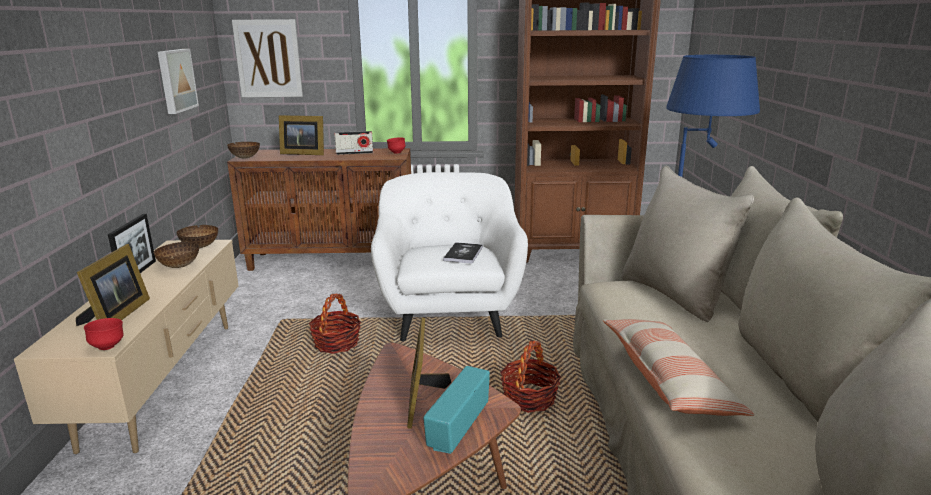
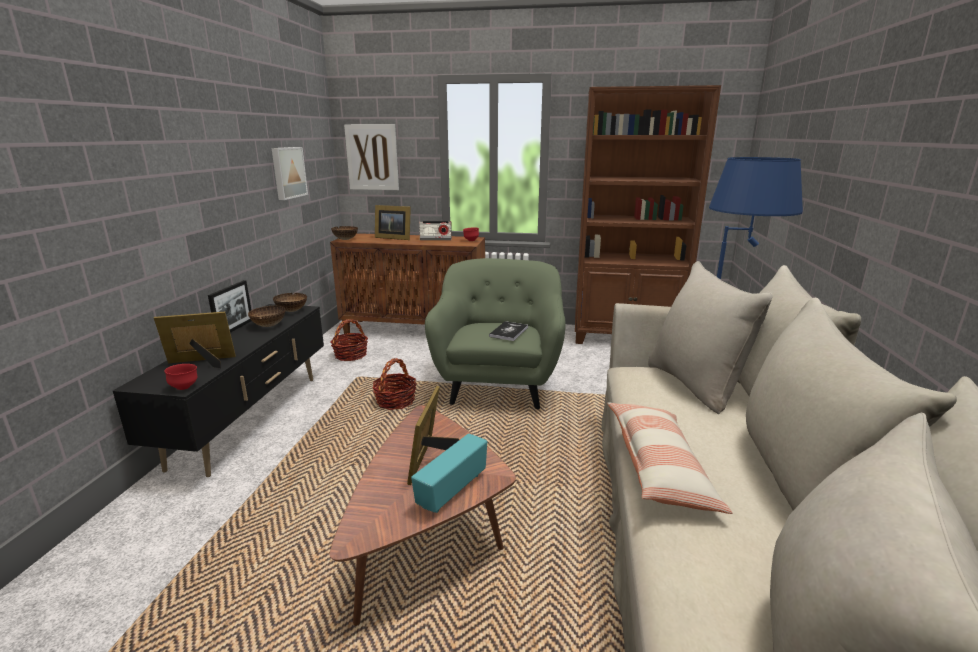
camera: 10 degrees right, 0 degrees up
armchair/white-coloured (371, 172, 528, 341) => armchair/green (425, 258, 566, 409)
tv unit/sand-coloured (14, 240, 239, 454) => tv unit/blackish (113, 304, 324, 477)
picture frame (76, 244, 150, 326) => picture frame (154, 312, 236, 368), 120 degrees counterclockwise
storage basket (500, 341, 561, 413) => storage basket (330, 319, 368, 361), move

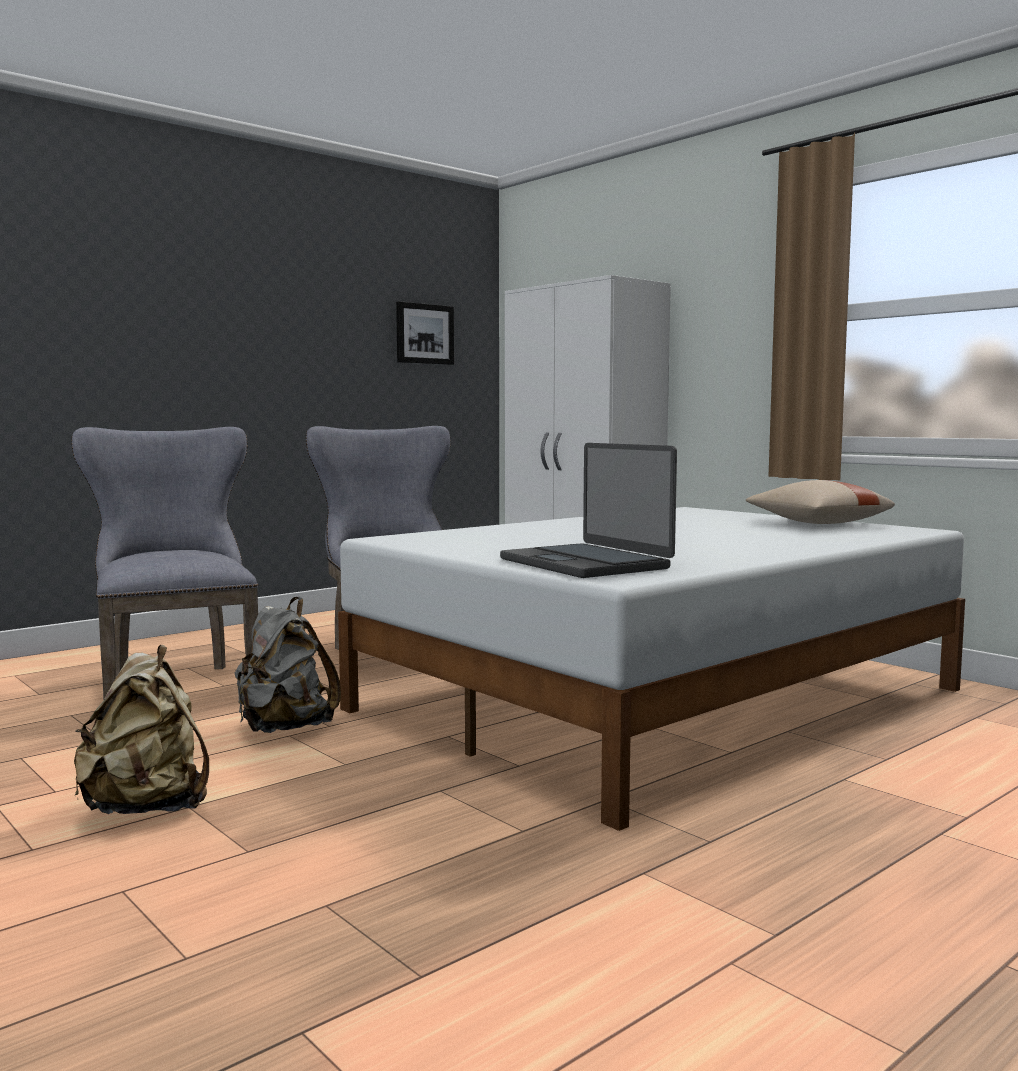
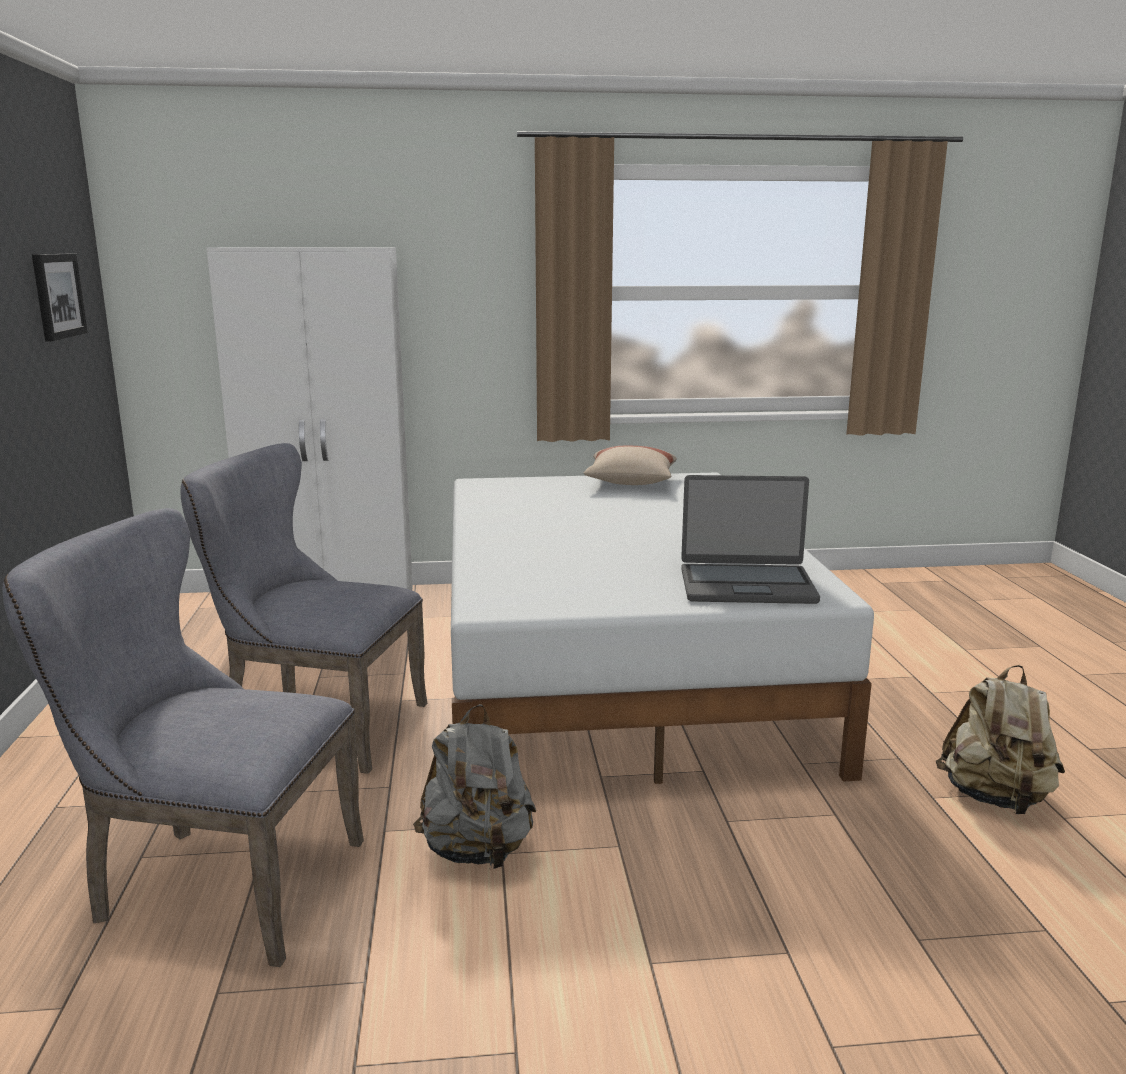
camera: 55 degrees left, 10 degrees up
knapsack/sand-coloured (74, 645, 209, 814) => knapsack/sand-coloured (936, 665, 1065, 814), move

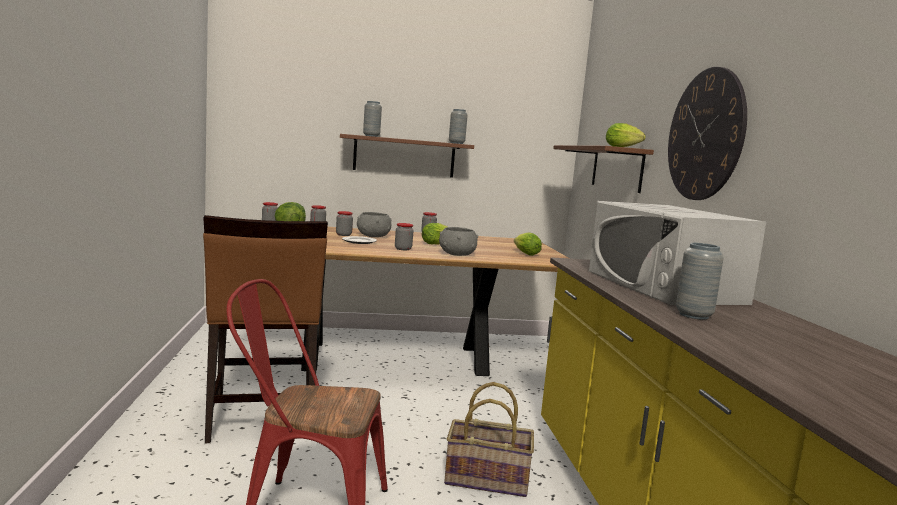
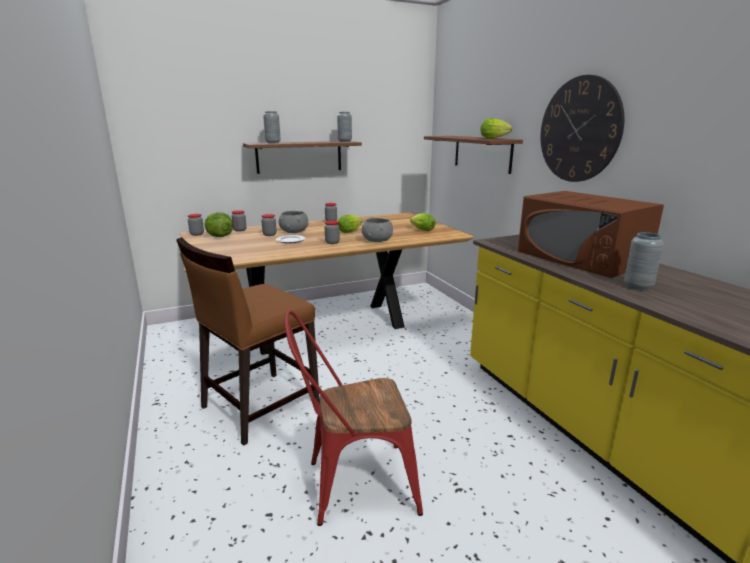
camera: 15 degrees left, 10 degrees up
microwave/white-coloured (589, 201, 766, 305) => microwave/brown-coloured (518, 191, 664, 278)
chair/brown-coloured (203, 215, 328, 443) => chair/brown-coloured (176, 237, 320, 446), 75 degrees clockwise
storage basket (444, 382, 534, 497) => nothing

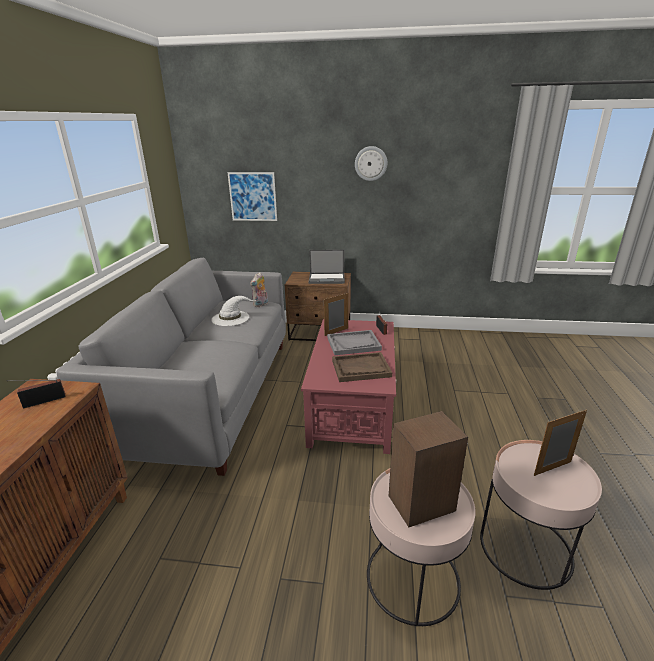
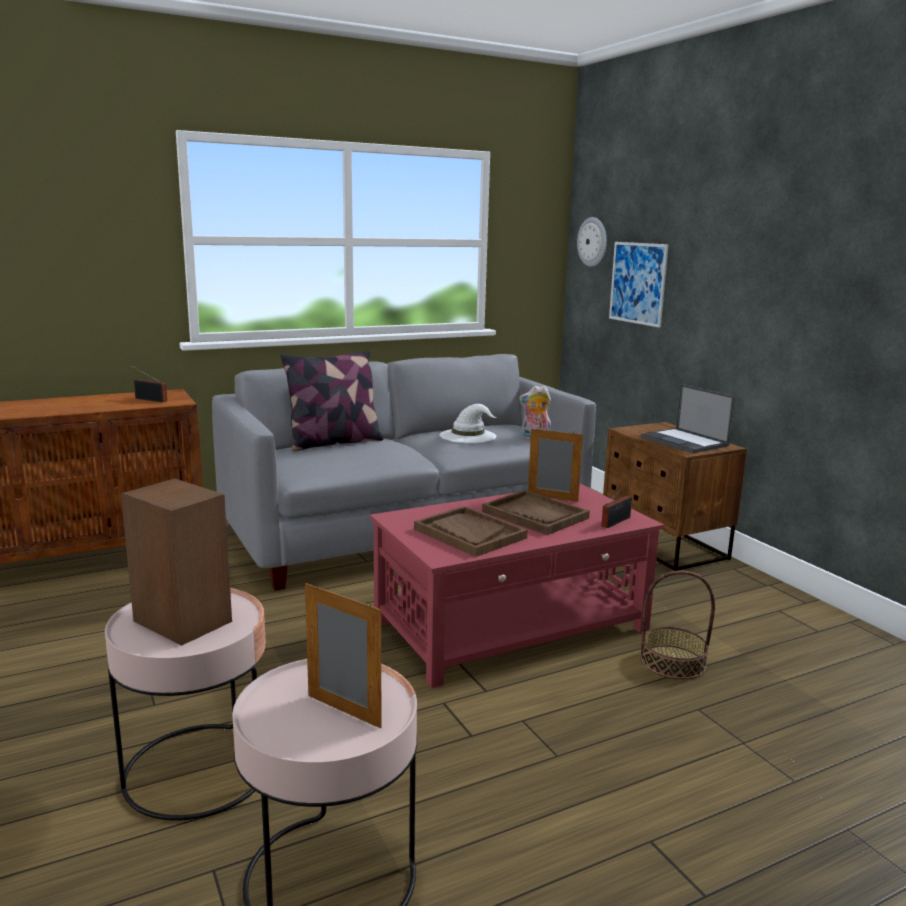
camera: 55 degrees right, 10 degrees down
clock on the wall (355, 146, 387, 181) => clock on the wall (577, 217, 607, 267), move
serving tray/gray (327, 330, 382, 355) => serving tray/brown-coloured (482, 490, 590, 535)
nothing => cushion (280, 350, 384, 451)
nothing => storage basket (640, 571, 715, 680)

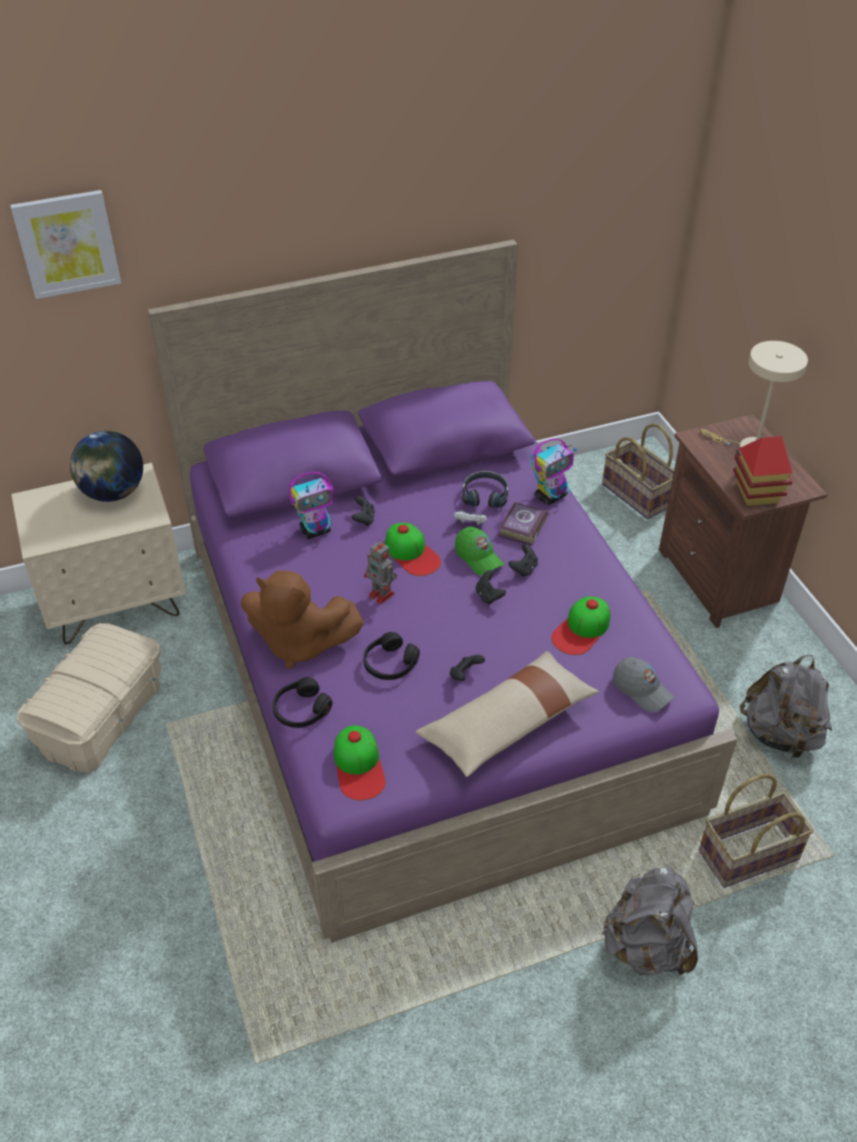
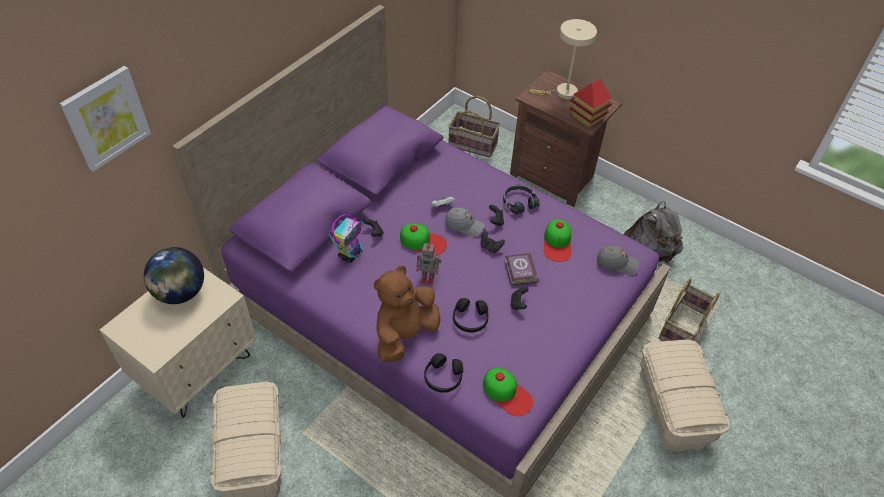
camera: 35 degrees left, 5 degrees up
toy robot (531, 439, 577, 505) => nothing
pair of headphones/blackish (462, 471, 508, 508) => pair of headphones/blackish (503, 185, 540, 214), move
bound book (499, 502, 548, 546) => bound book (504, 253, 538, 286), move
baseball cap/green (455, 527, 504, 575) => baseball cap/gray (445, 207, 485, 237)
cuddly toy/brown-coloured (240, 570, 364, 669) => cuddly toy/brown-coloured (374, 266, 440, 363), 150 degrees clockwise
cushion/sand-coloured (416, 651, 599, 777) => nothing
knapsack/gray (602, 865, 698, 975) => storage box/sand-coloured (640, 339, 730, 452)

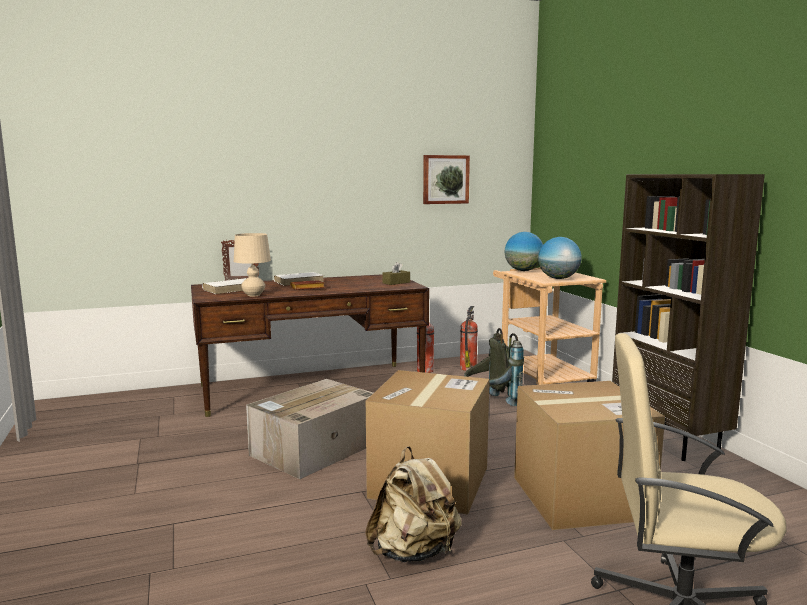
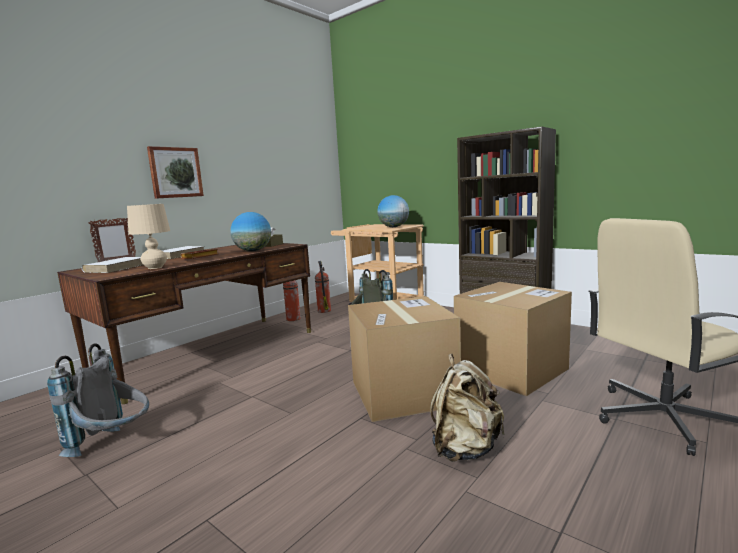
camera: 30 degrees left, 0 degrees up
wall picture (423, 155, 470, 204) => wall picture (147, 146, 204, 199), move
globe (505, 232, 543, 271) => globe (230, 212, 271, 252), move
packing box (246, 379, 373, 479) => nothing
nothing => knapsack/gray (47, 343, 149, 457)

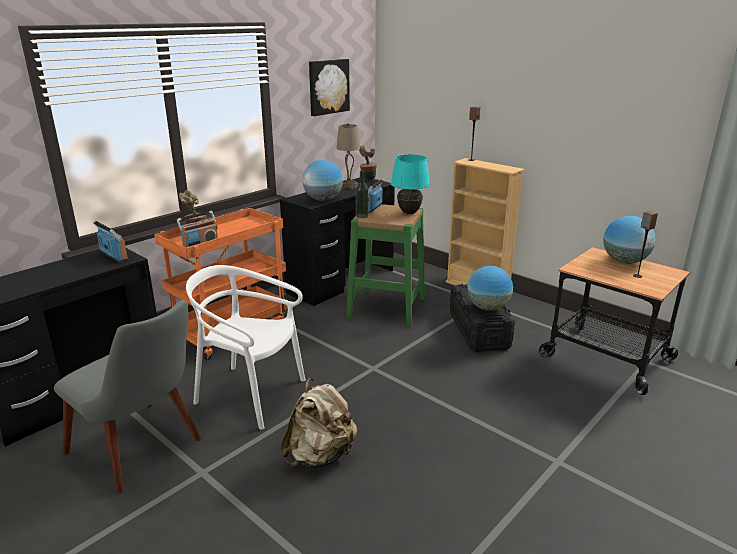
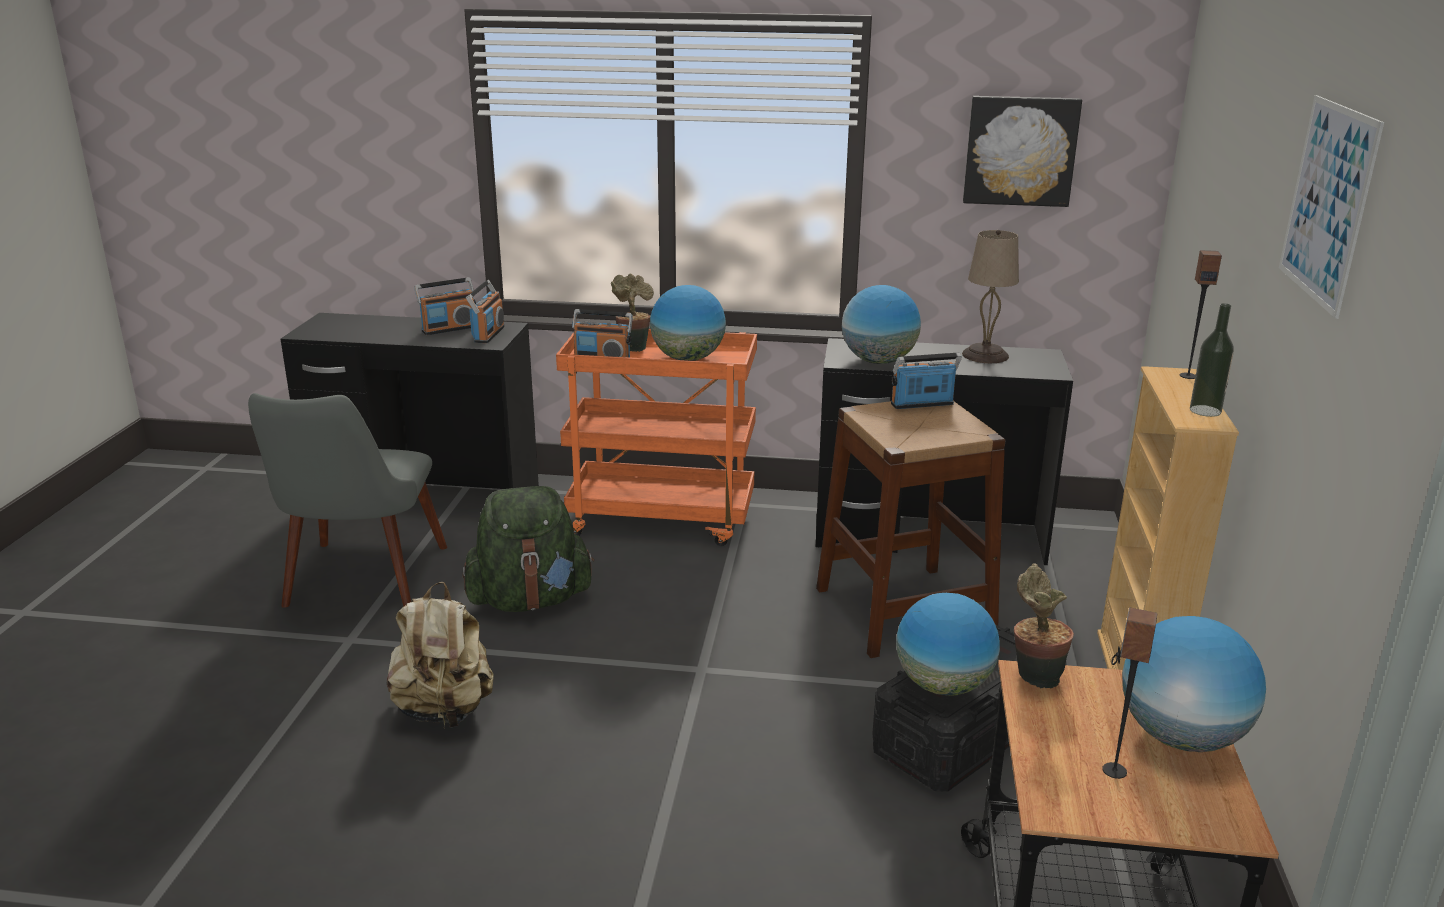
camera: 55 degrees right, 0 degrees up
potted plant (359, 145, 377, 181) => potted plant (1014, 563, 1074, 689), move
table lamp/turquoise-coloured (391, 154, 430, 214) => nothing
bottle (356, 171, 368, 218) => bottle (1190, 303, 1234, 417), move
sitting stool/green (346, 204, 425, 328) => sitting stool/brown-coloured (816, 401, 1005, 658)
chair/white-coloured (186, 265, 306, 429) => knapsack/green (463, 486, 594, 612)
nothing => wall picture (1279, 95, 1384, 319)
nothing => radio set (414, 277, 476, 335)
nothing => globe (650, 285, 726, 361)

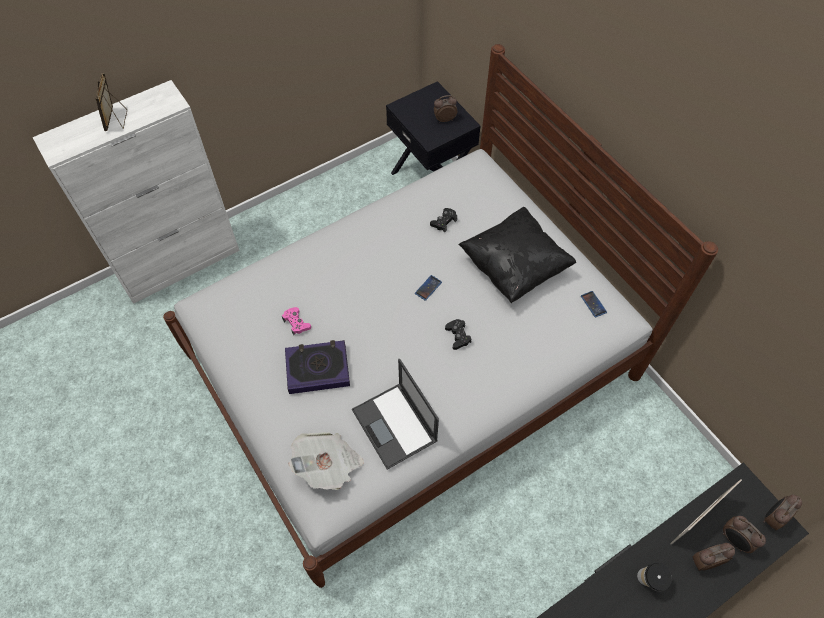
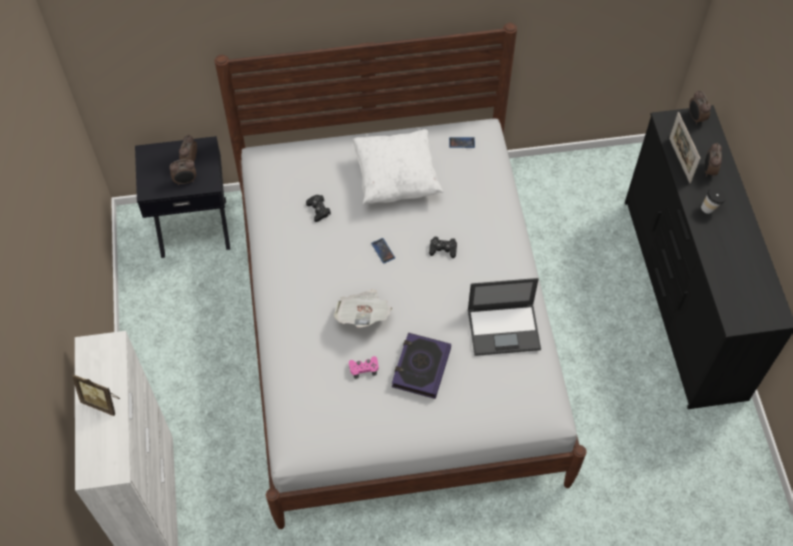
camera: 65 degrees left, 0 degrees up
cushion/blackish (458, 207, 576, 303) => cushion/white-coloured (352, 129, 443, 204)
printed paper (288, 432, 364, 490) => printed paper (334, 289, 392, 328), move
alarm clock (723, 516, 766, 553) => alarm clock (169, 159, 196, 185), move

